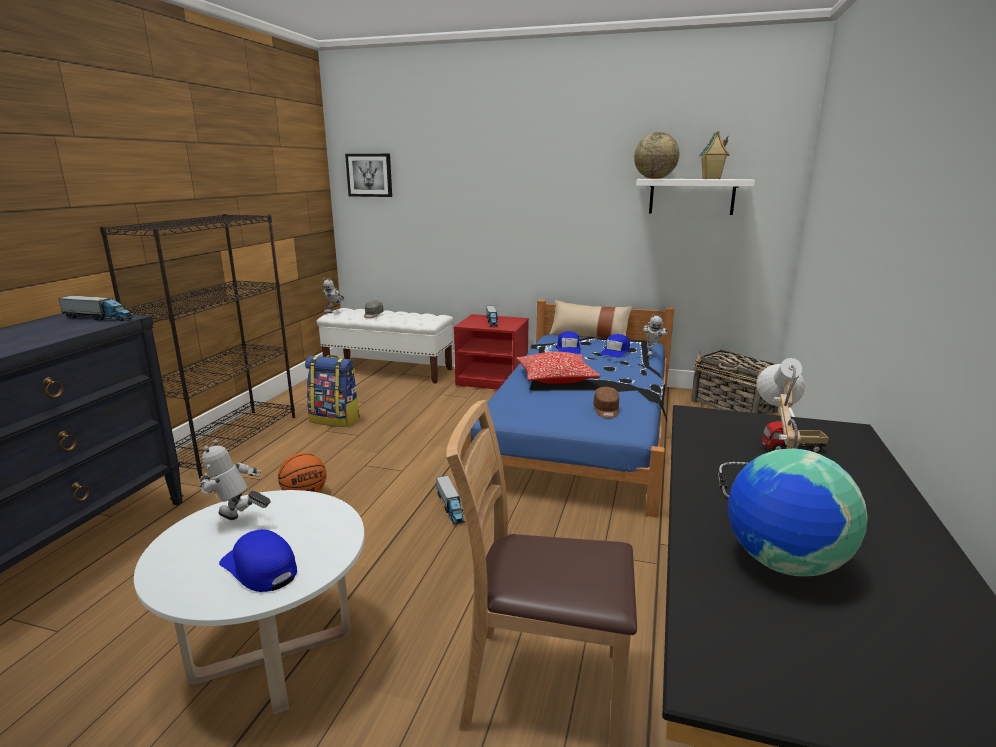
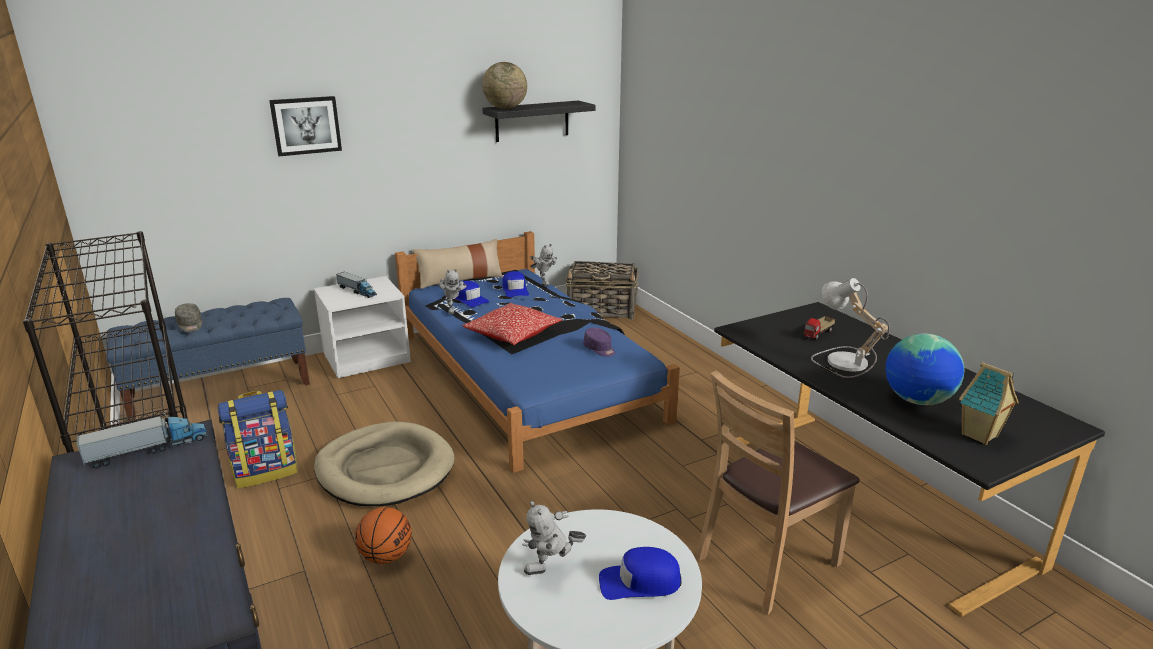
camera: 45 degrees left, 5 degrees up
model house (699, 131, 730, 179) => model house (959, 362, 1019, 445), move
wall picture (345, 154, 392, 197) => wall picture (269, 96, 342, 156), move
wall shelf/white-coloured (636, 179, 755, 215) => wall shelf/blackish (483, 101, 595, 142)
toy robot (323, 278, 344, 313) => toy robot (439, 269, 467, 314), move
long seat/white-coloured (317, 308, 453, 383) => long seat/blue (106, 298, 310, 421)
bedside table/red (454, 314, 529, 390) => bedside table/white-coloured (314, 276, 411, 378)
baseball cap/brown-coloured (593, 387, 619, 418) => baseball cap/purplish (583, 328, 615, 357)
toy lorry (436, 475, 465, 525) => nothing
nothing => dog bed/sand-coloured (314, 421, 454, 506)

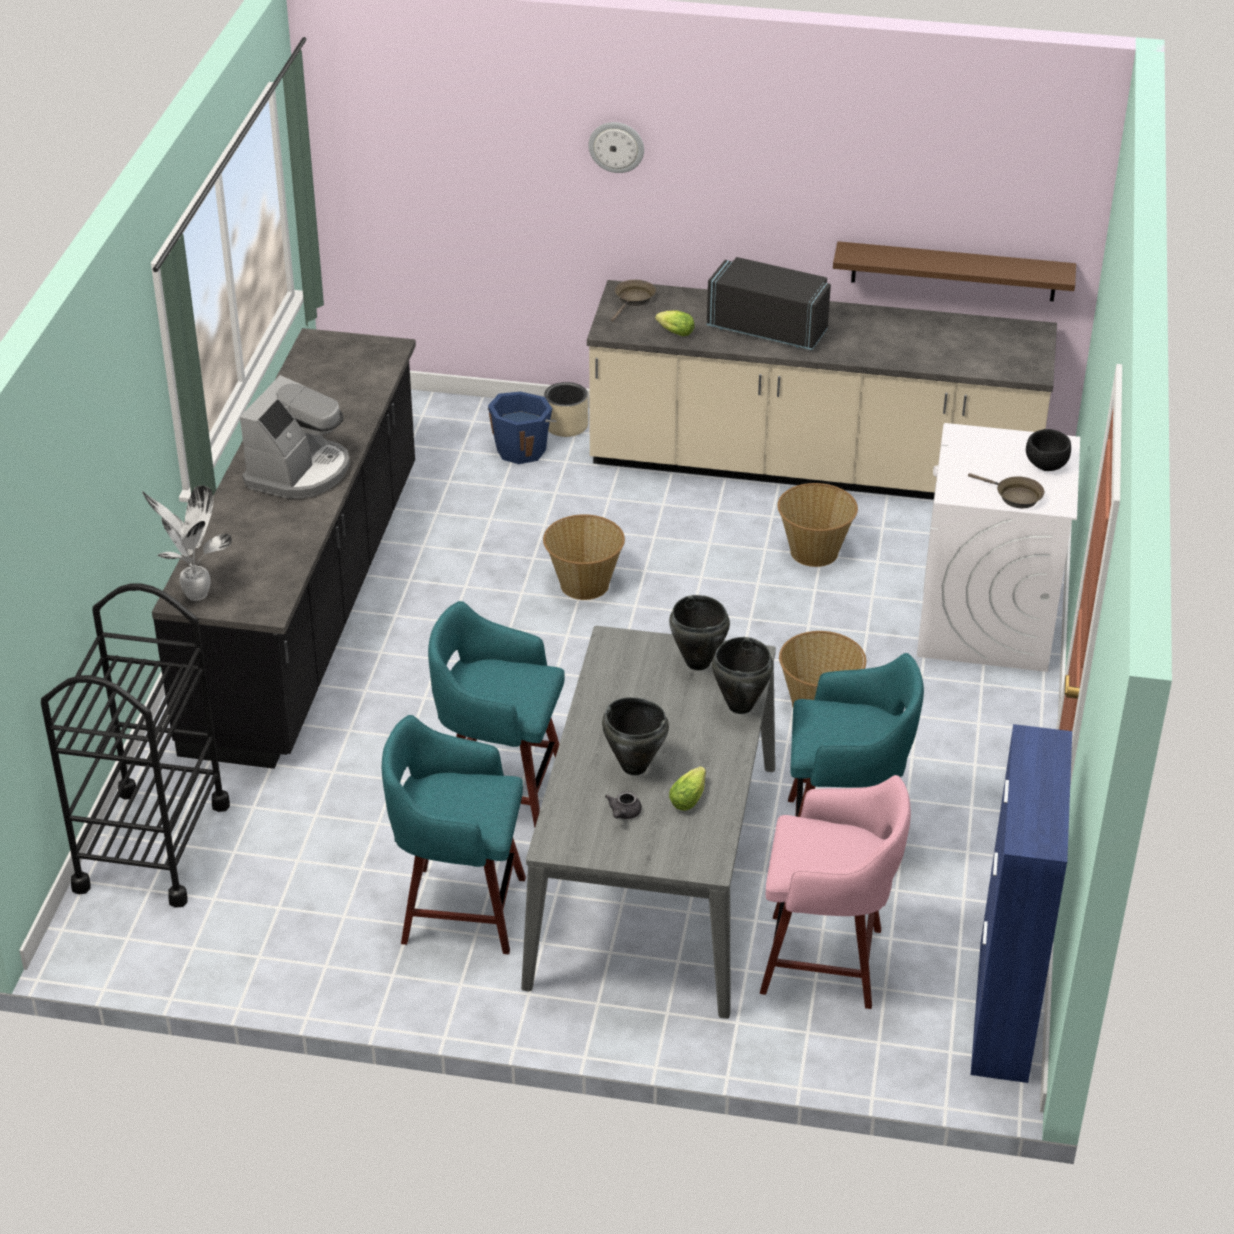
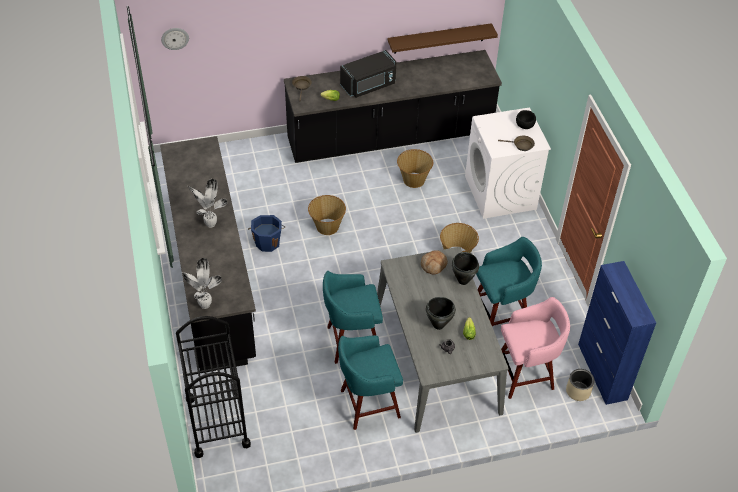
camera: 25 degrees left, 10 degrees up
clock on the wall (588, 122, 644, 173) => clock on the wall (161, 28, 189, 50), move
microwave/blackish (707, 257, 831, 350) => microwave/blackish (340, 50, 396, 98), 150 degrees clockwise
kitchen base unit/sand-coloured (587, 280, 1057, 500) => kitchen base unit/blackish (284, 50, 502, 163)
coffee brewer (240, 375, 350, 499) => potted plant (188, 179, 227, 228)
plant pot/sand-coloured (544, 382, 588, 437) => plant pot/sand-coloured (566, 369, 595, 401), move
bucket/blue (488, 392, 557, 464) => bucket/blue (248, 215, 285, 252), move
stockpot/blackish (669, 595, 730, 670) => bakery bread (421, 250, 448, 275)

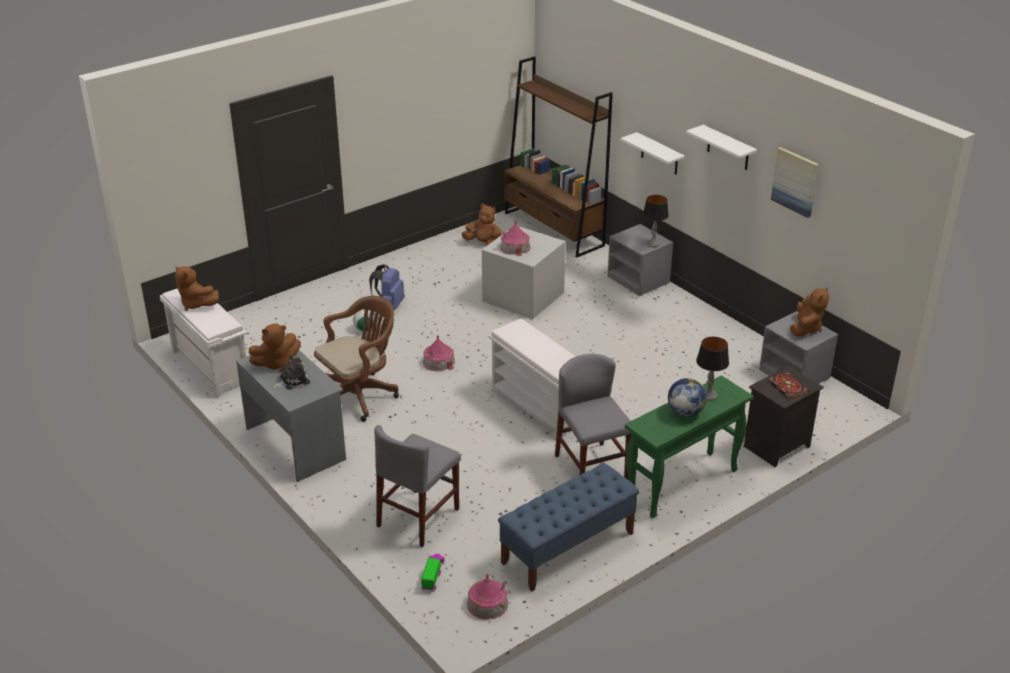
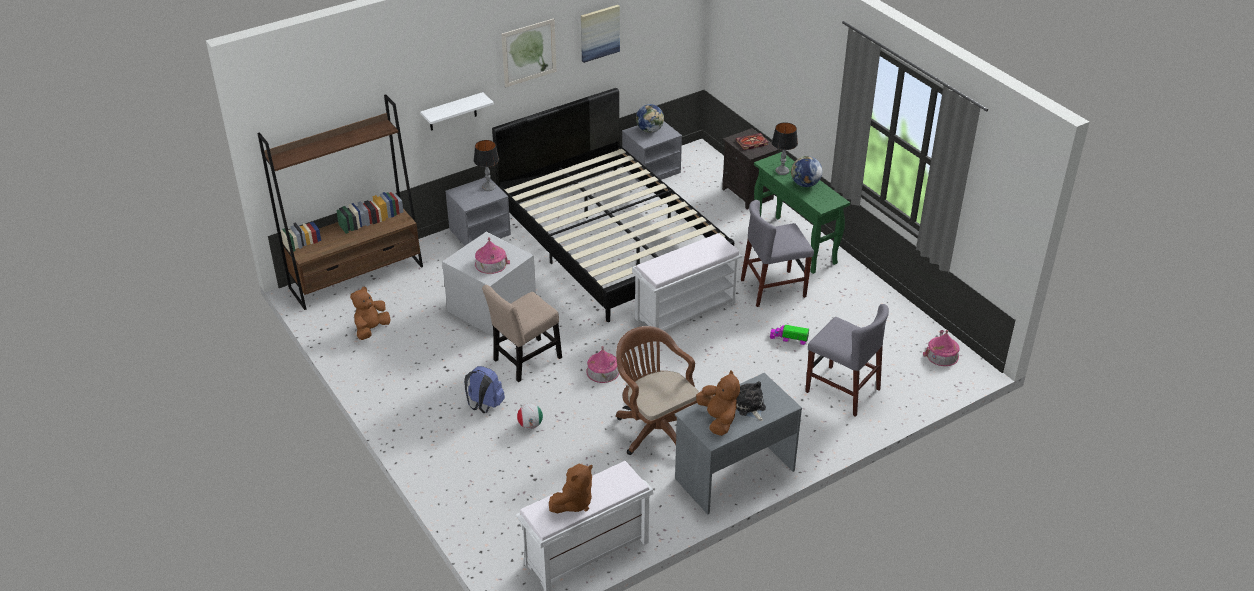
camera: 85 degrees left, 5 degrees up
wall shelf/white-coloured (686, 125, 757, 170) => wall picture (501, 18, 556, 87)
cuddly toy/brown-coloured (790, 287, 829, 337) => globe (636, 104, 664, 133)
long seat/blue (498, 463, 639, 591) => nothing
toy lorry (421, 554, 445, 592) => toy lorry (770, 325, 809, 345), move
nothing => bedroom bed/blackish (492, 88, 734, 322)
nothing => chair/sand-coloured (482, 285, 562, 382)

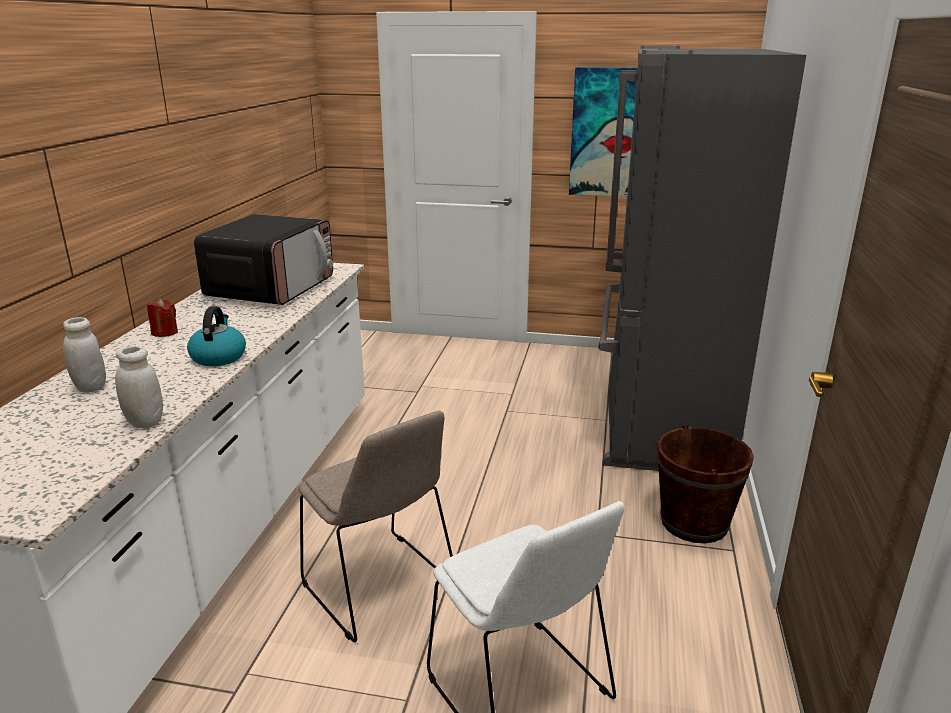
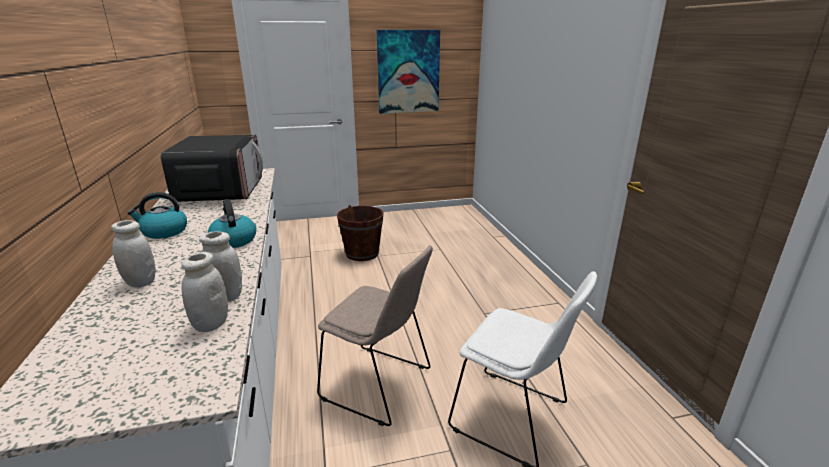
camera: 25 degrees left, 0 degrees up
refrigerator/gray (598, 46, 806, 471) => nothing
wax candle/red (147, 298, 178, 337) => kettle (128, 192, 187, 239)
bucket/brown-coloured (657, 424, 754, 543) => bucket/brown-coloured (337, 205, 384, 261), move
nothing => storage jar/white-coloured (181, 252, 228, 332)

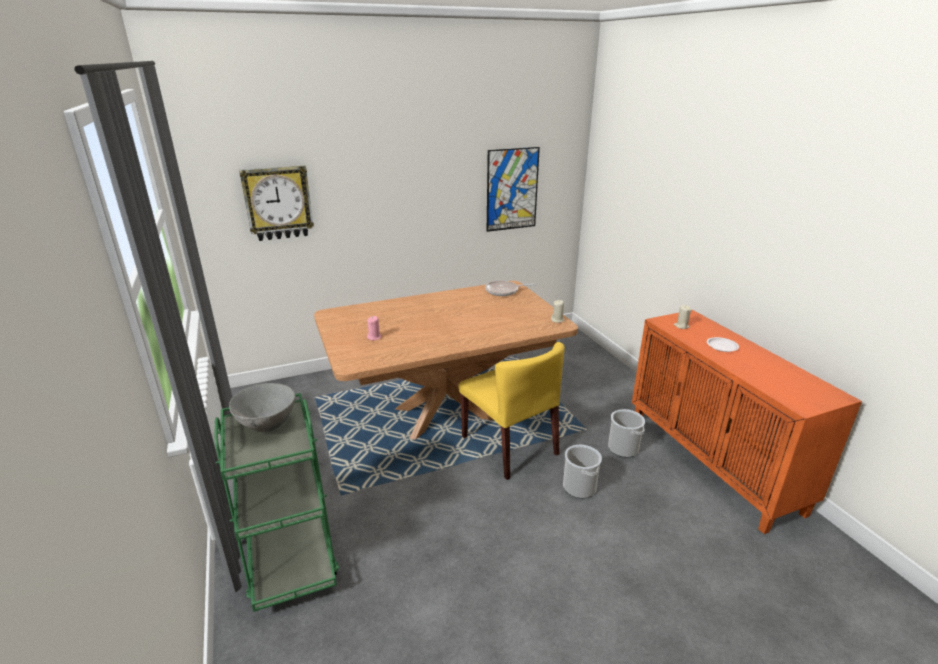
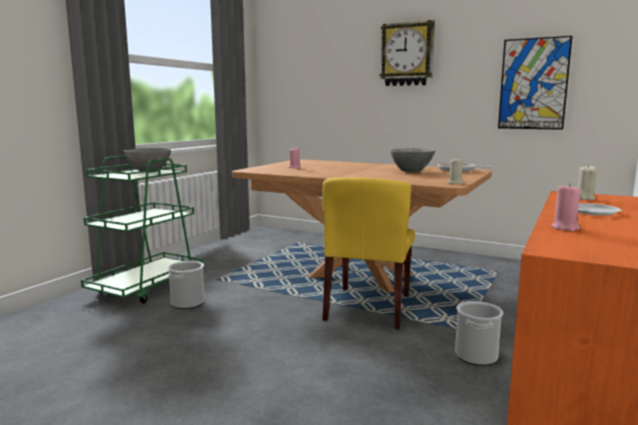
camera: 50 degrees right, 15 degrees down
clock on the wall (239, 166, 314, 241) => clock on the wall (380, 20, 435, 86), move
bucket (563, 445, 602, 498) => bucket (167, 261, 204, 309), move
nothing => deep dish/gray (390, 148, 435, 172)
nothing => wax candle/pink-coloured (551, 183, 580, 232)

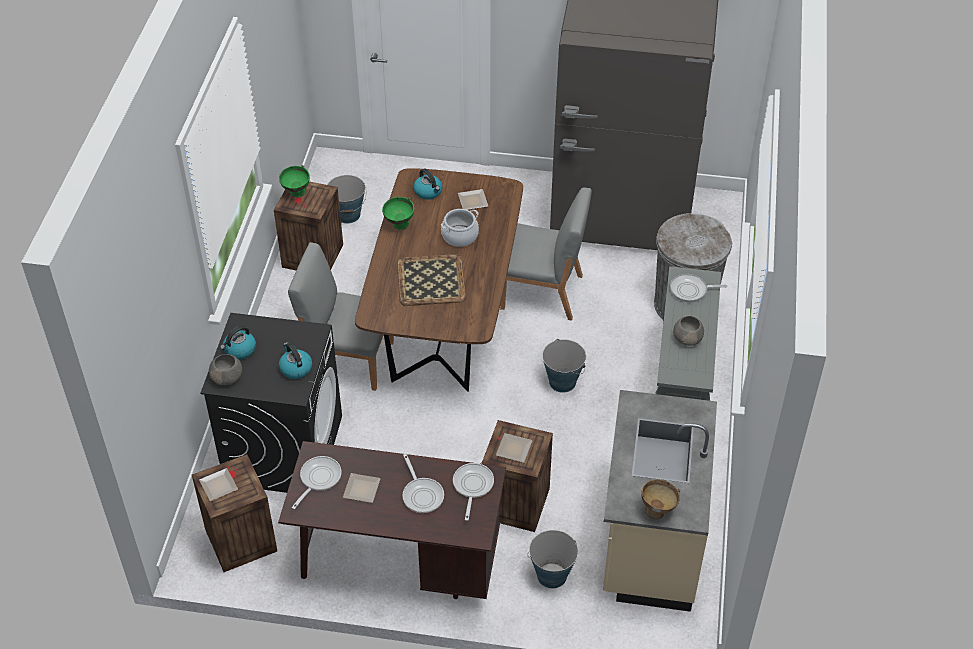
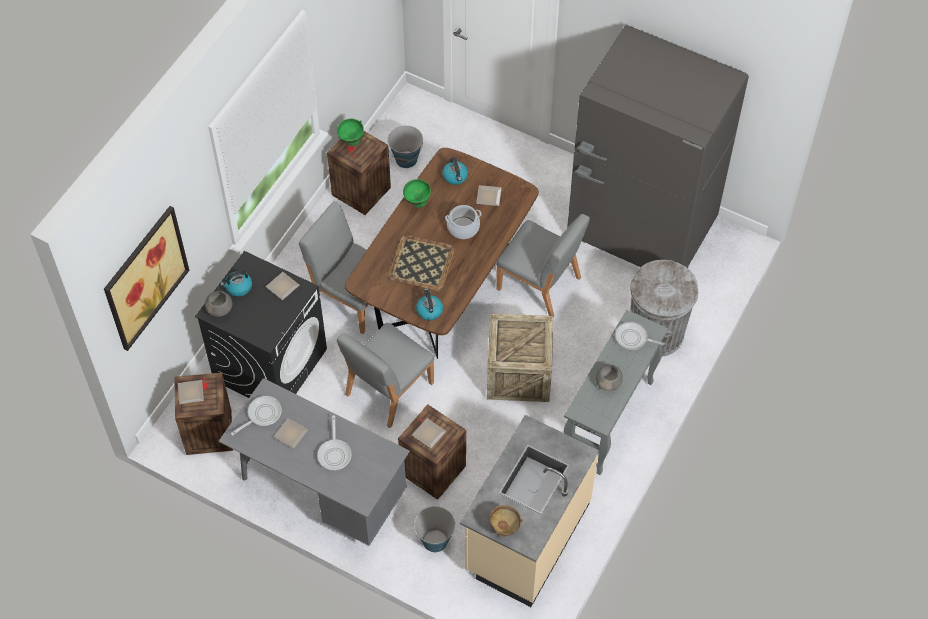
camera: 20 degrees right, 10 degrees up
bucket (542, 339, 586, 393) => shipping crate (487, 313, 553, 402)
kettle (279, 342, 312, 379) => kettle (416, 288, 443, 320), move
desk unit/brown-coloured (278, 441, 506, 599) => desk unit/gray (218, 378, 410, 546)
pan (453, 463, 494, 521) => nothing
nothing => wall picture (104, 206, 189, 351)
nothing => flat dish (266, 272, 299, 300)
nothing => chair/gray (337, 323, 434, 428)

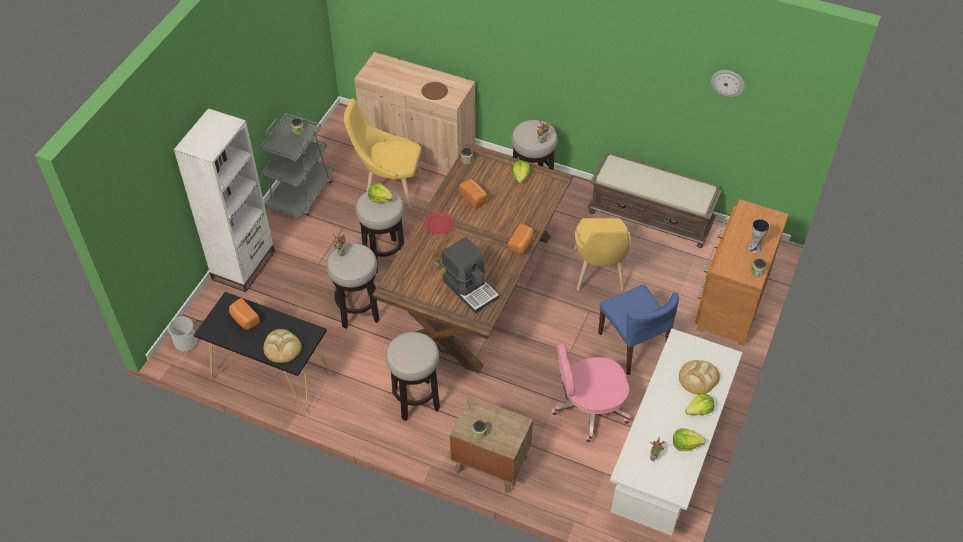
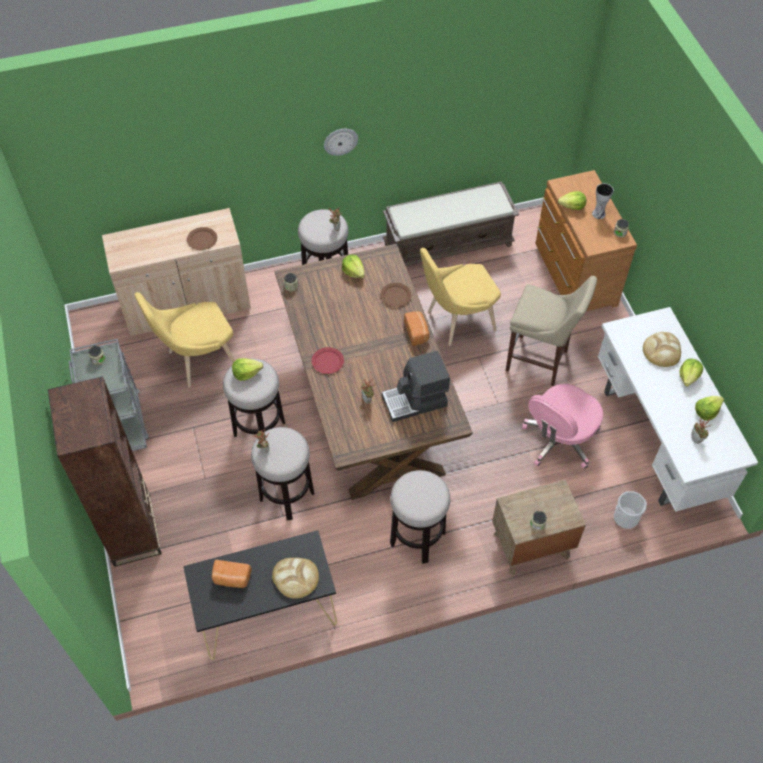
camera: 40 degrees left, 5 degrees up
clock on the wall (711, 70, 745, 97) => clock on the wall (324, 129, 358, 156), move
shelving unit/white-coloured (174, 108, 275, 292) => shelving unit/brown-coloured (48, 376, 162, 567)
bakery bread (459, 179, 488, 209) => nothing
chair/yellowish (572, 218, 631, 291) => chair/yellowish (420, 248, 501, 346), 105 degrees clockwise
coffee brewer (442, 237, 499, 314) => coffee brewer (382, 351, 450, 422), 150 degrees clockwise
chair/blue (598, 284, 679, 375) => sitting stool/sand-coloured (506, 276, 597, 386)
bucket (168, 317, 197, 352) => bucket (614, 491, 647, 529), move
nothing => lettuce head (558, 191, 586, 210)
nothing => flat dish/brown-coloured (380, 283, 411, 307)

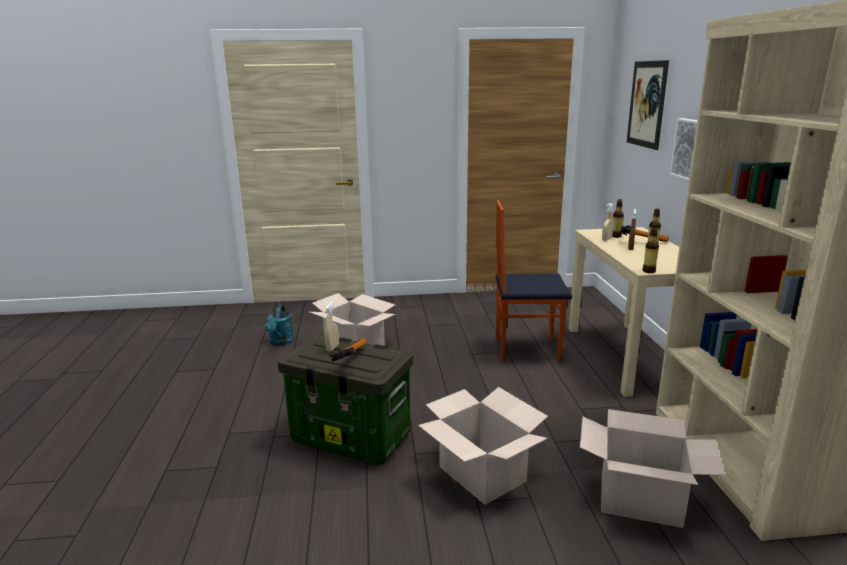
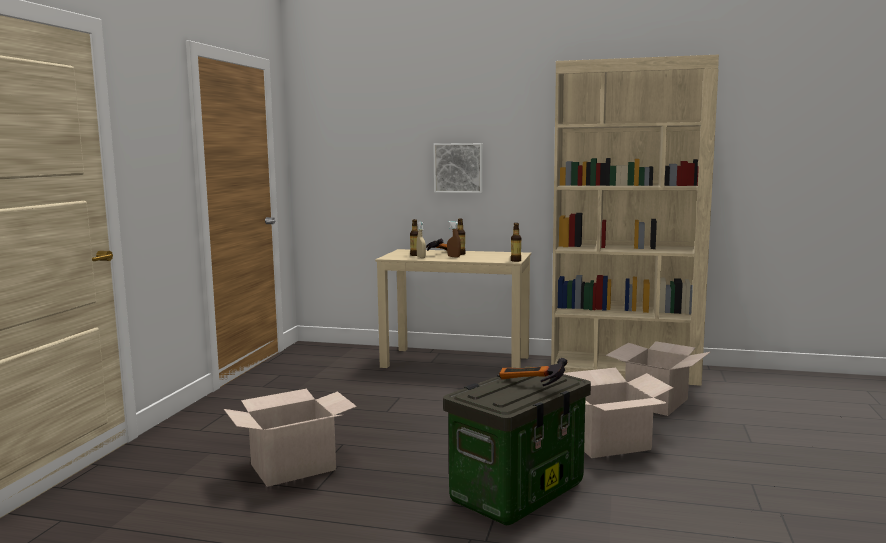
camera: 70 degrees left, 10 degrees down
wall picture (627, 60, 669, 150) => nothing
chair (496, 200, 572, 362) => nothing
sprayer/sand-coloured (325, 301, 339, 352) => nothing
watering can/turquoise-coloured (265, 304, 294, 346) => nothing

